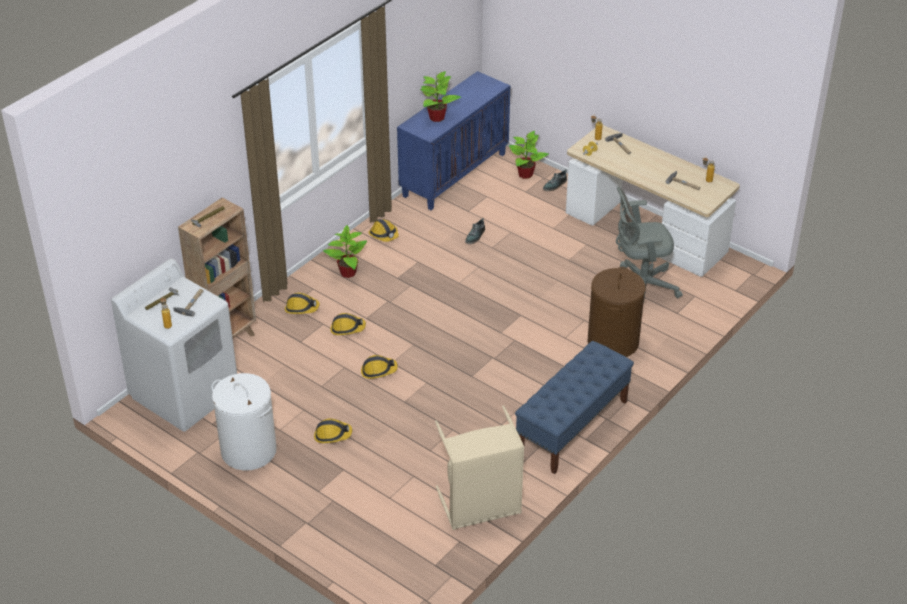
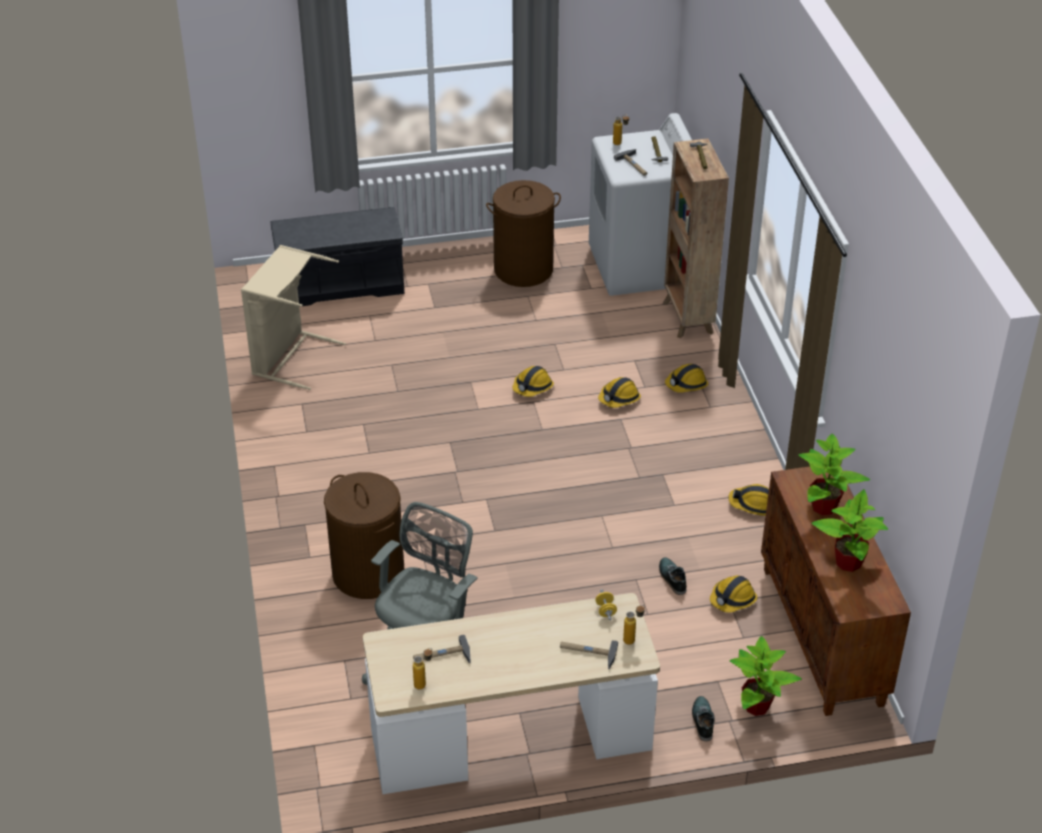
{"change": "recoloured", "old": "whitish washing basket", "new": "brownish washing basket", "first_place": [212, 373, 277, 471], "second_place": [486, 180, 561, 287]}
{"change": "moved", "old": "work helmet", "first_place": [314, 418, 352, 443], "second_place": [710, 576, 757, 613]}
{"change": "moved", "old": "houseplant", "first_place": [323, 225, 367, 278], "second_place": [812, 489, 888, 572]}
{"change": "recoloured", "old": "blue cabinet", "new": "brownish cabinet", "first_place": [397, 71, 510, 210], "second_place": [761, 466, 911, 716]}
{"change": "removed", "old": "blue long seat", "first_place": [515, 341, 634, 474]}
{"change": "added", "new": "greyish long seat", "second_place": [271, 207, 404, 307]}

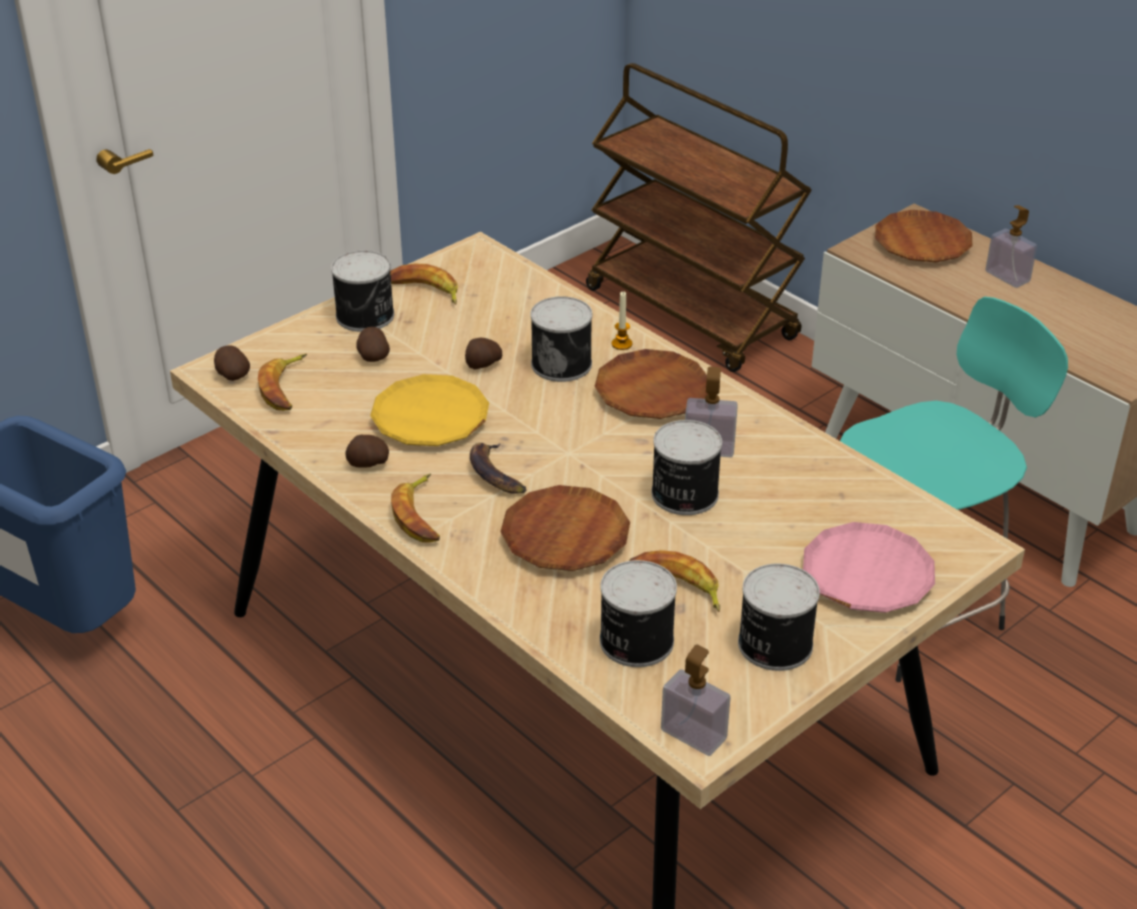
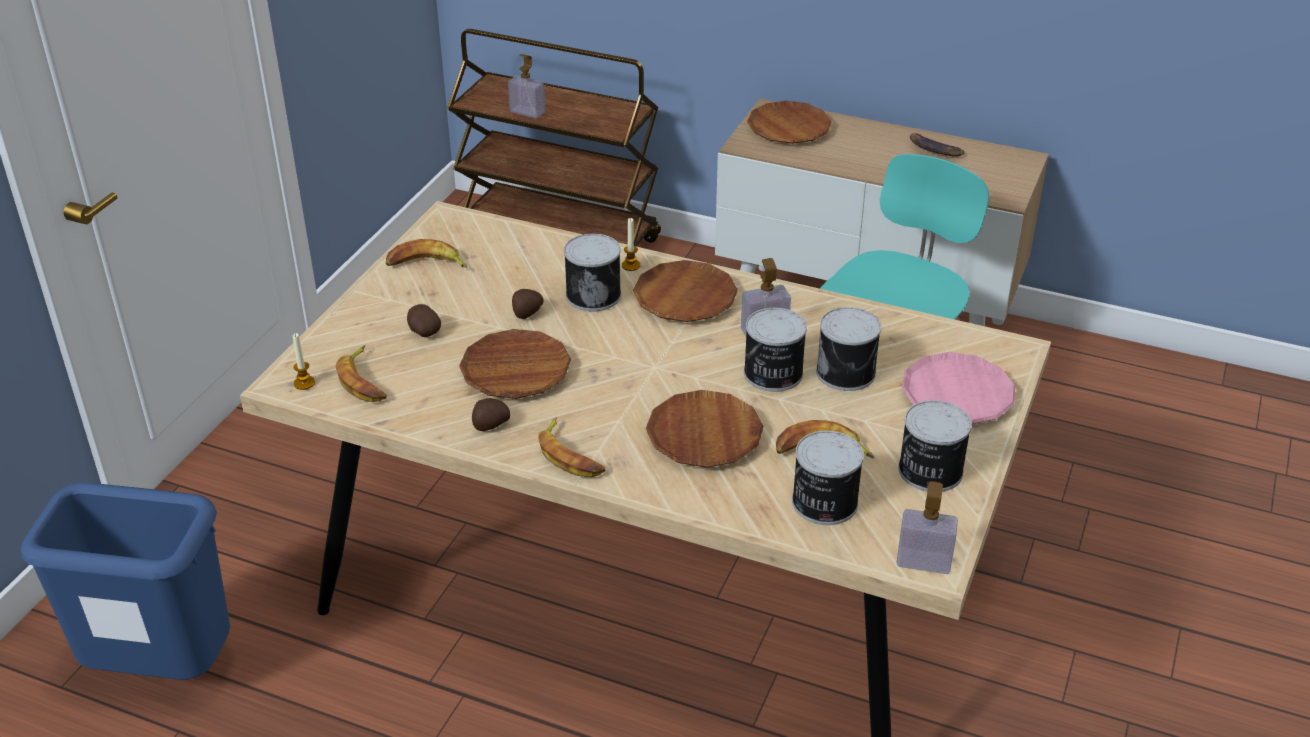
{"change": "replaced", "old": "potato", "new": "wax light", "first_place": [214, 345, 250, 381], "second_place": [293, 333, 315, 390]}
{"change": "moved", "old": "can", "first_place": [331, 250, 394, 332], "second_place": [816, 307, 881, 391]}
{"change": "recoloured", "old": "yellow dinner plate", "new": "brownish dinner plate", "first_place": [370, 374, 489, 446], "second_place": [459, 329, 571, 399]}
{"change": "moved", "old": "whole banana", "first_place": [470, 443, 526, 494], "second_place": [910, 133, 965, 157]}
{"change": "moved", "old": "soap dispenser", "first_place": [986, 205, 1037, 288], "second_place": [508, 54, 545, 118]}

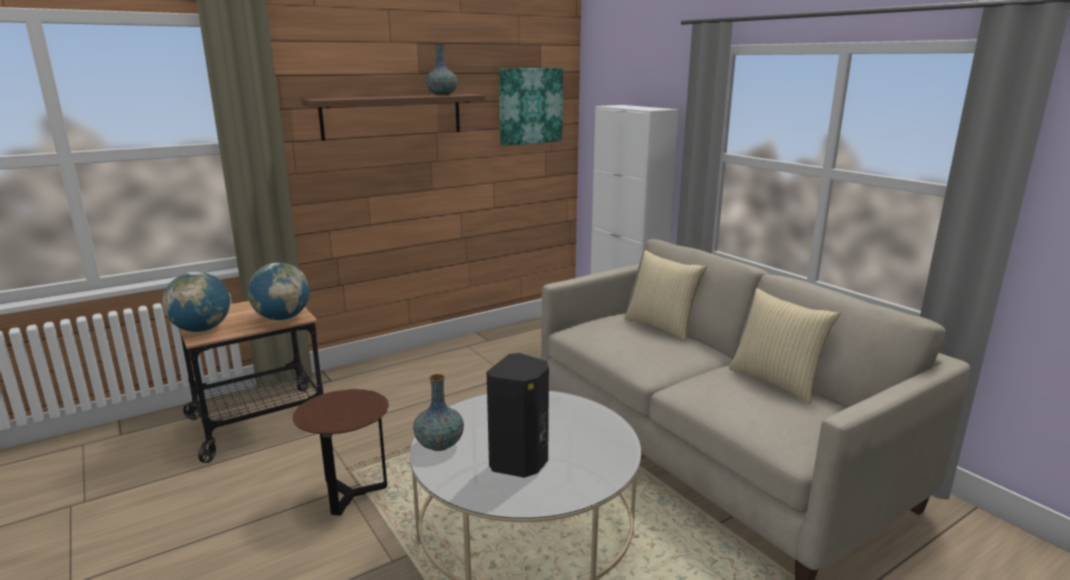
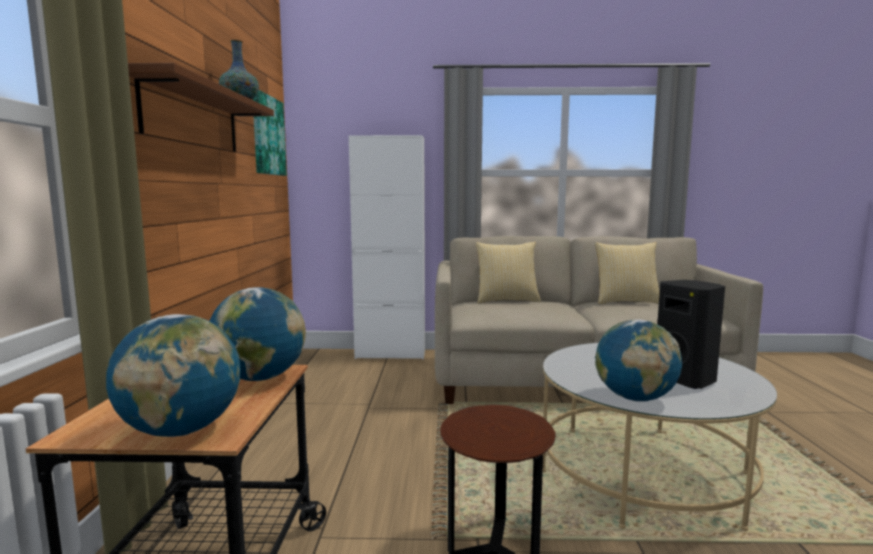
{"change": "replaced", "old": "decorative vase", "new": "globe", "first_place": [413, 374, 464, 451], "second_place": [595, 319, 682, 402]}

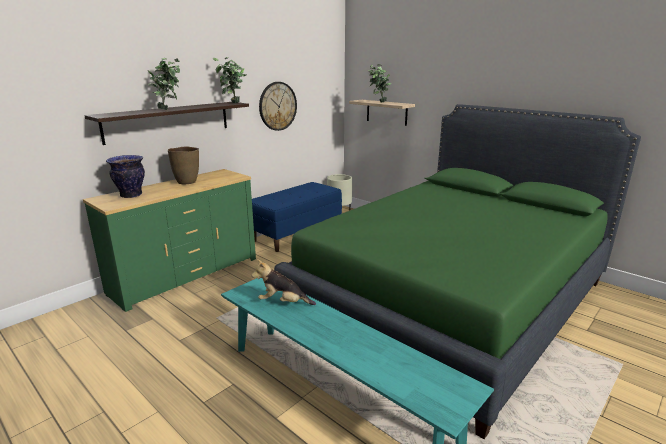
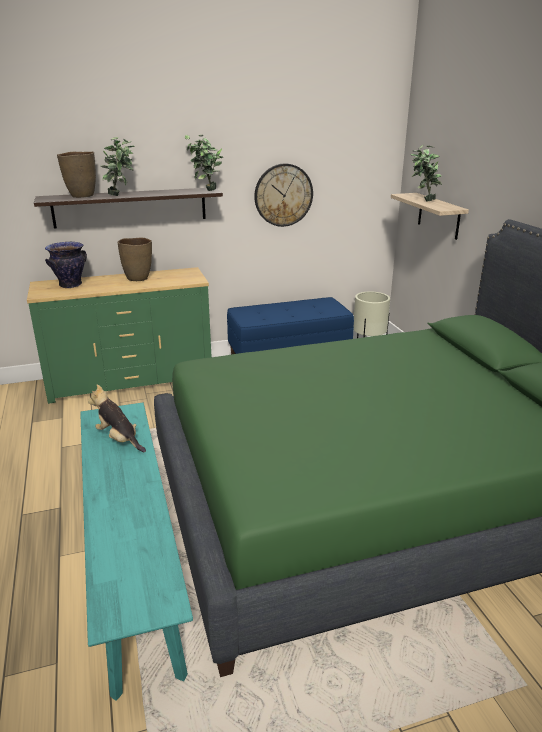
{"change": "added", "new": "brownish decorative vase", "second_place": [57, 152, 96, 198]}

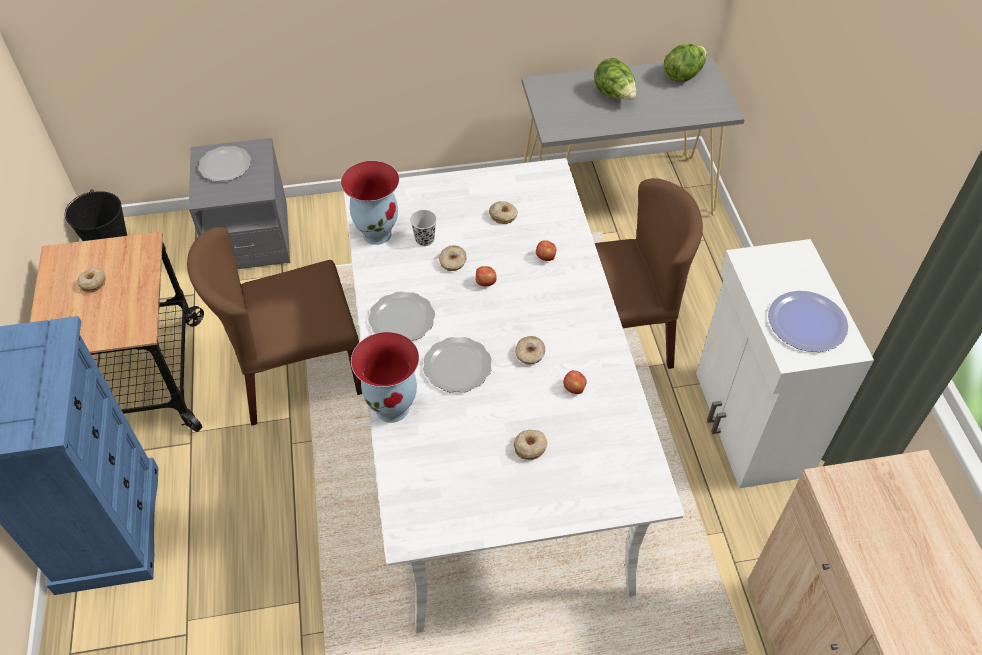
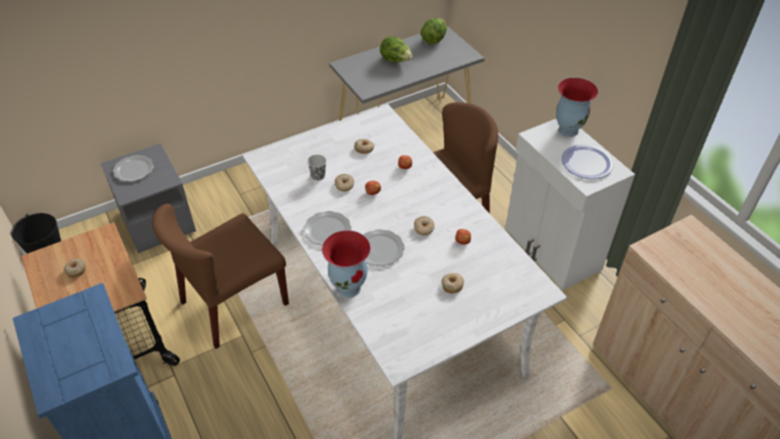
{"change": "moved", "old": "decorative vase", "first_place": [341, 161, 399, 245], "second_place": [556, 78, 598, 137]}

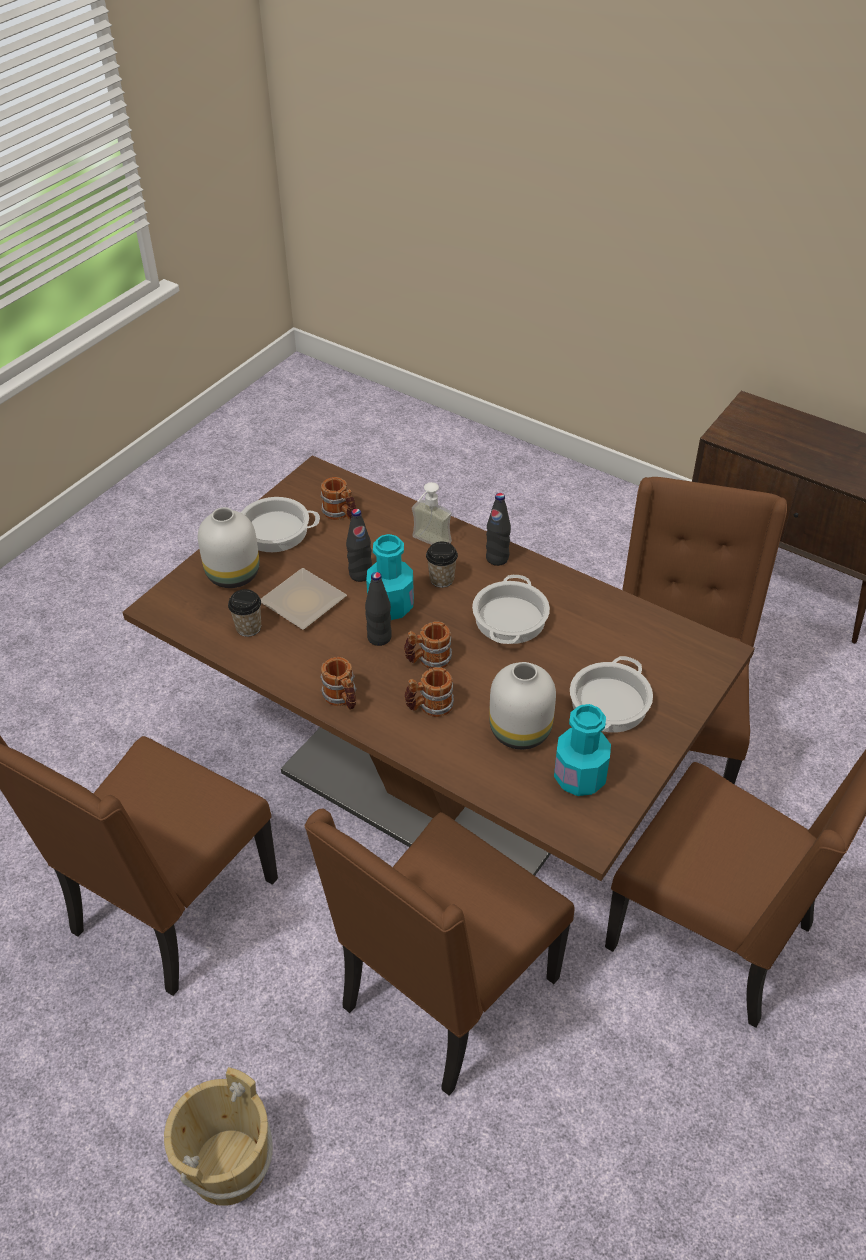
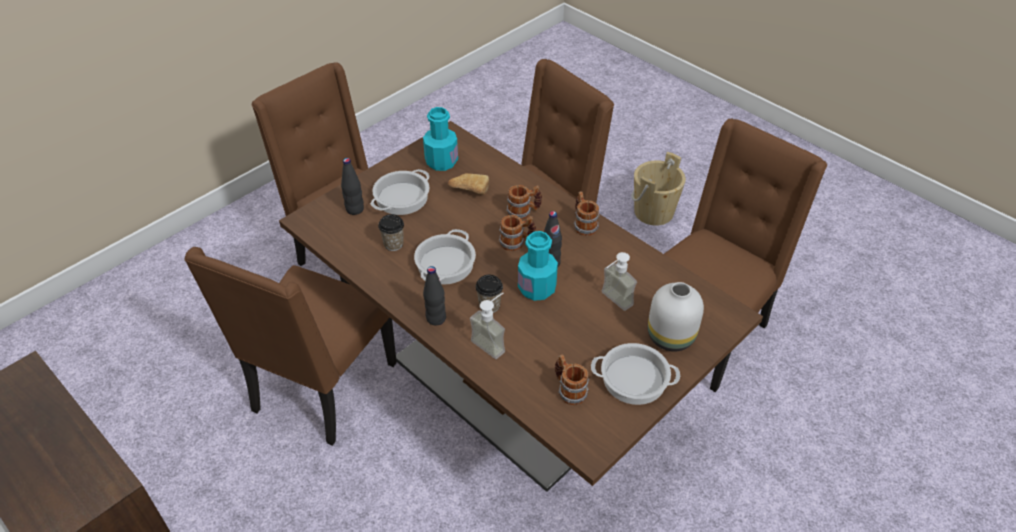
{"change": "moved", "old": "small cup", "first_place": [228, 589, 261, 637], "second_place": [378, 214, 404, 251]}
{"change": "replaced", "old": "dinner plate", "new": "soap dispenser", "first_place": [261, 568, 347, 630], "second_place": [602, 252, 637, 311]}
{"change": "moved", "old": "black-coloured drink bottle", "first_place": [346, 509, 372, 582], "second_place": [341, 158, 364, 215]}
{"change": "replaced", "old": "whitish decorative vase", "new": "bread", "first_place": [489, 662, 556, 750], "second_place": [448, 173, 490, 195]}

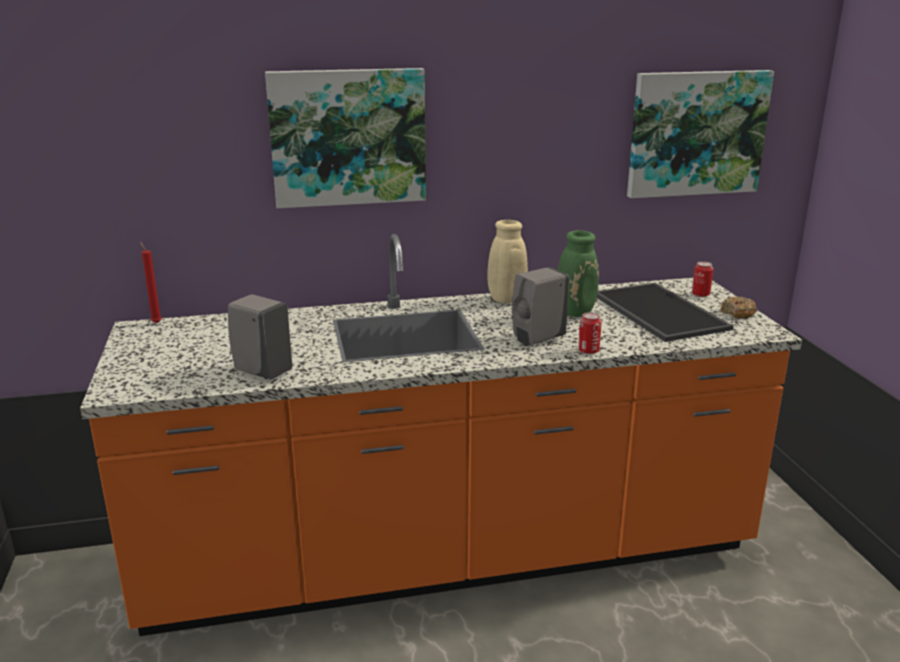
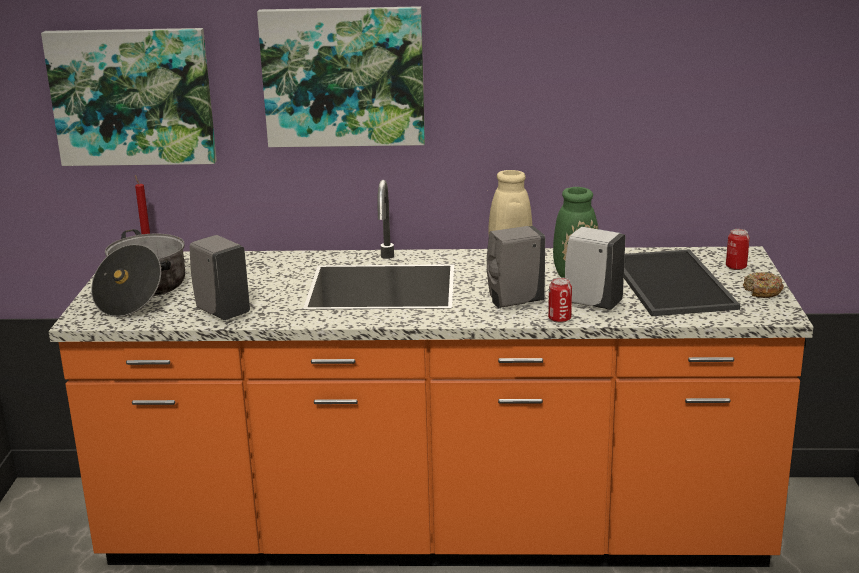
{"change": "moved", "old": "wall art", "first_place": [627, 70, 774, 198], "second_place": [41, 28, 217, 166]}
{"change": "added", "new": "cooking pot", "second_place": [91, 229, 185, 317]}
{"change": "added", "new": "whitish soap dispenser", "second_place": [565, 227, 625, 310]}

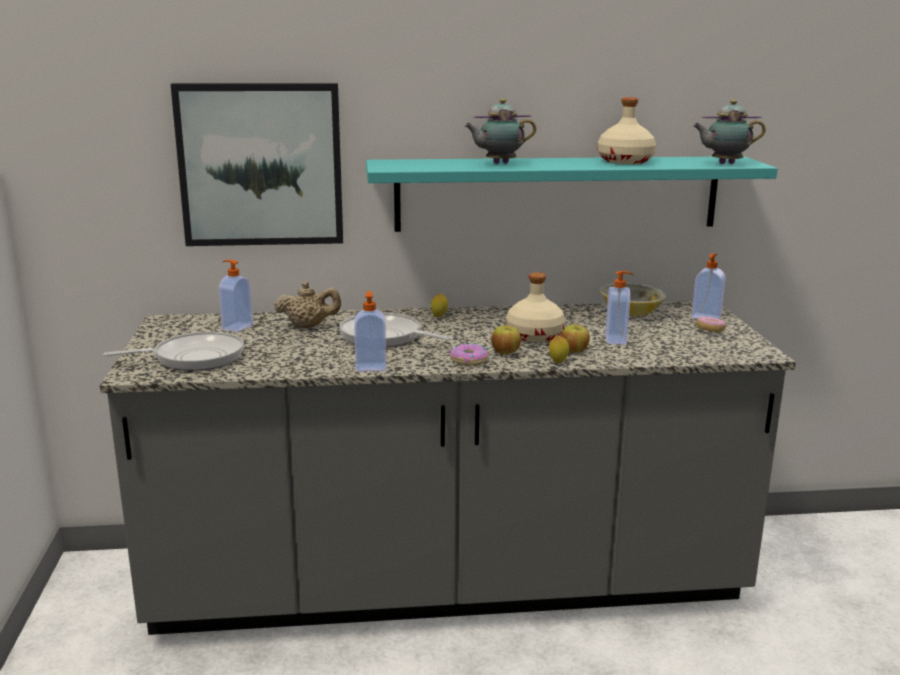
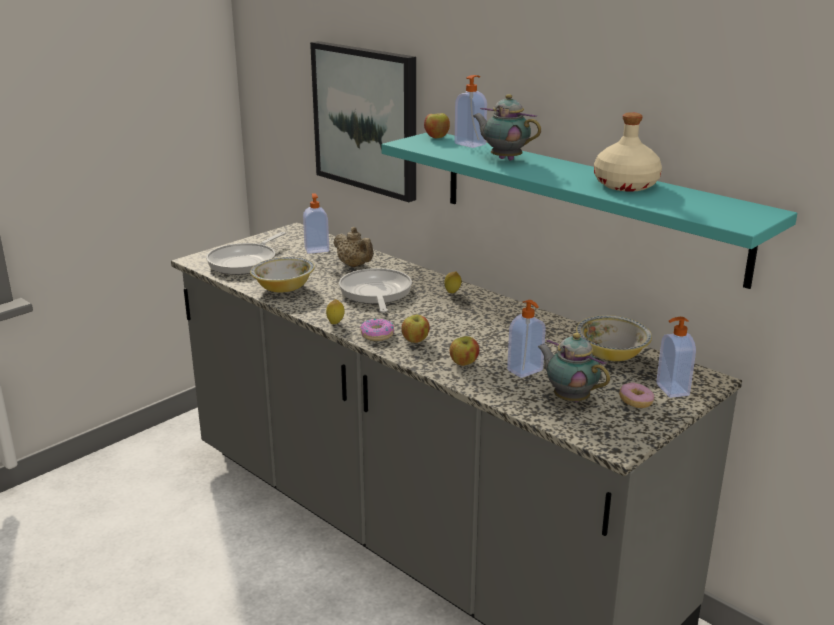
{"change": "turned", "old": "pan", "first_place": [103, 332, 244, 371], "second_place": [206, 232, 286, 275], "degrees": 90}
{"change": "moved", "old": "soap dispenser", "first_place": [354, 291, 386, 372], "second_place": [455, 75, 487, 148]}
{"change": "removed", "old": "sand-coloured drink bottle", "first_place": [506, 272, 566, 342]}
{"change": "moved", "old": "lemon", "first_place": [549, 335, 569, 363], "second_place": [326, 299, 345, 324]}
{"change": "moved", "old": "pot for tea", "first_place": [693, 100, 766, 164], "second_place": [537, 333, 610, 402]}
{"change": "added", "new": "deep dish", "second_place": [250, 257, 315, 292]}
{"change": "added", "new": "apple fruit", "second_place": [424, 113, 450, 138]}

